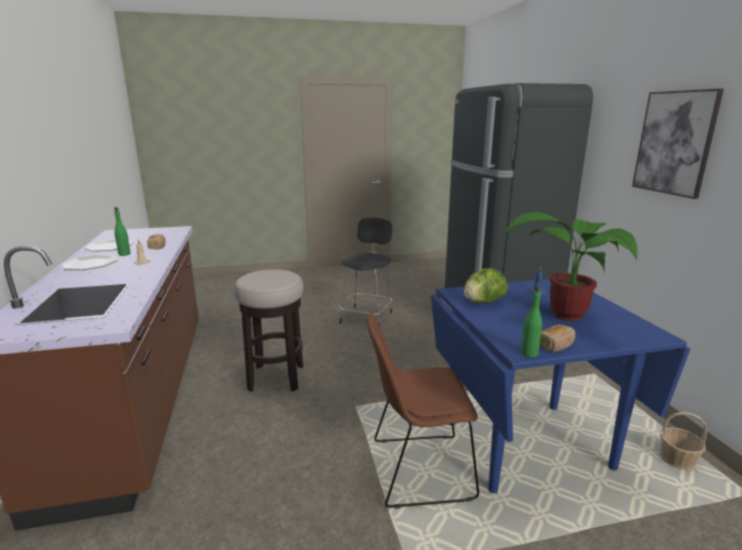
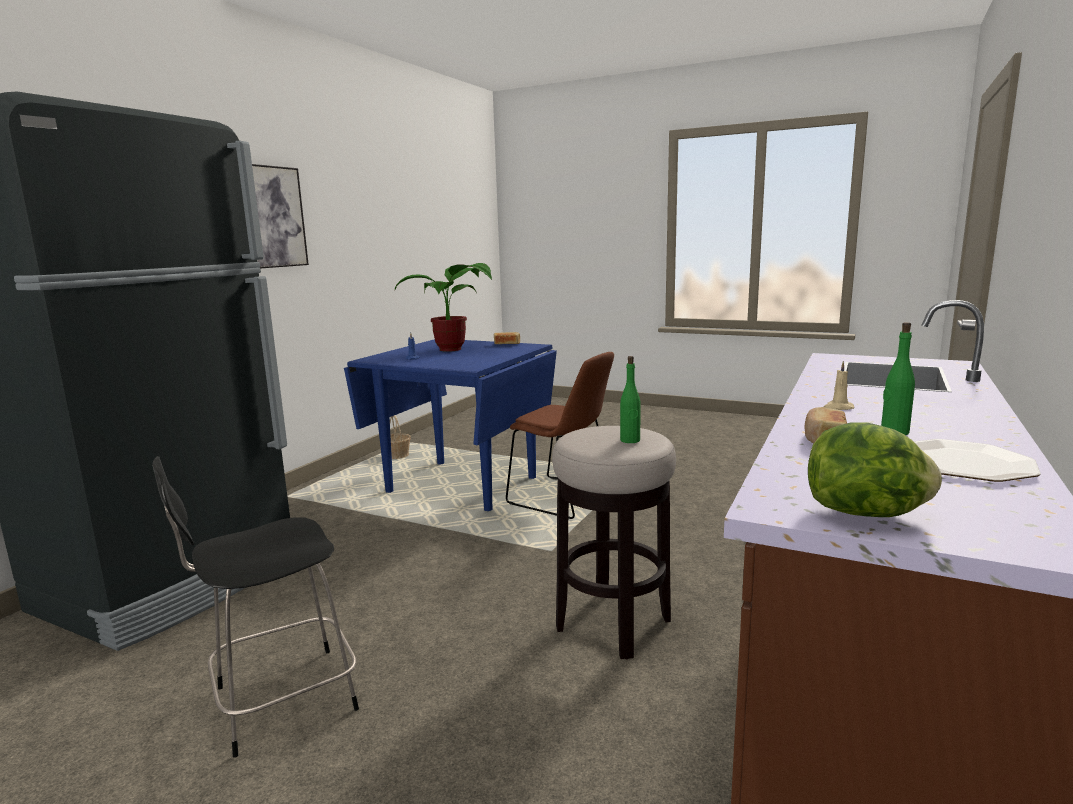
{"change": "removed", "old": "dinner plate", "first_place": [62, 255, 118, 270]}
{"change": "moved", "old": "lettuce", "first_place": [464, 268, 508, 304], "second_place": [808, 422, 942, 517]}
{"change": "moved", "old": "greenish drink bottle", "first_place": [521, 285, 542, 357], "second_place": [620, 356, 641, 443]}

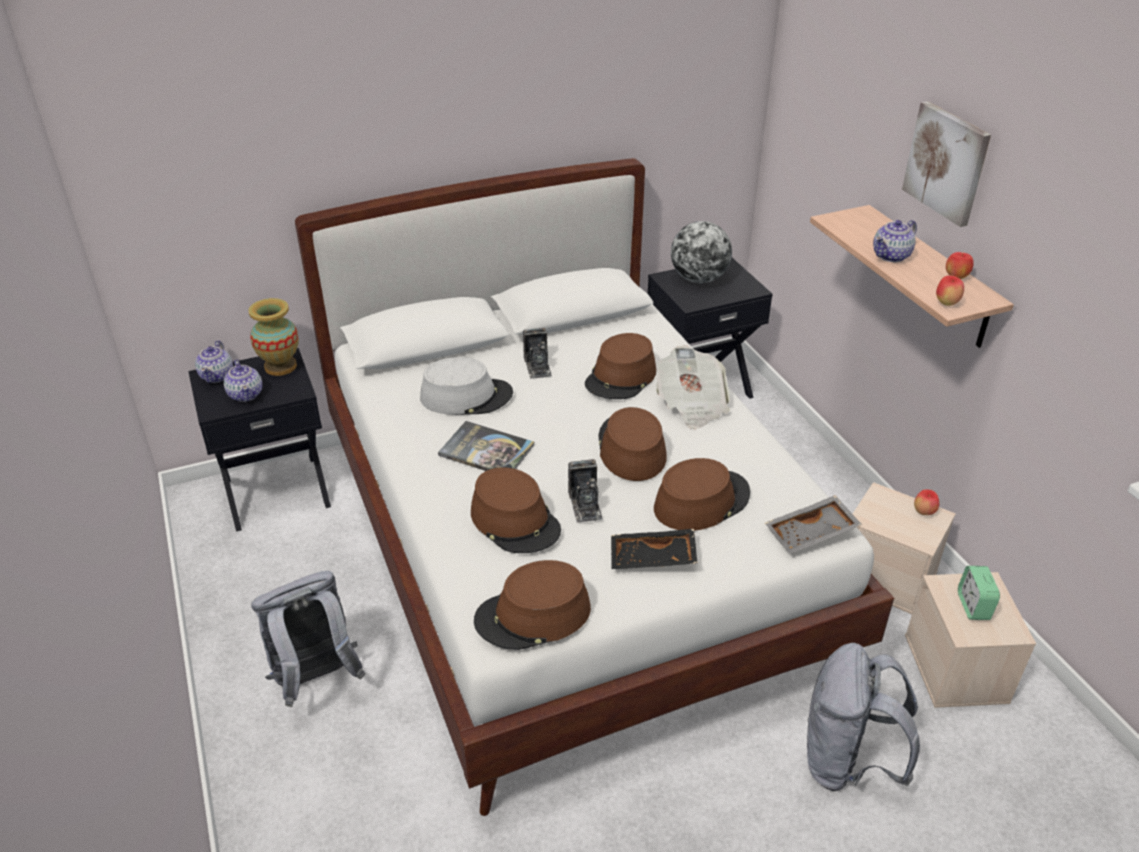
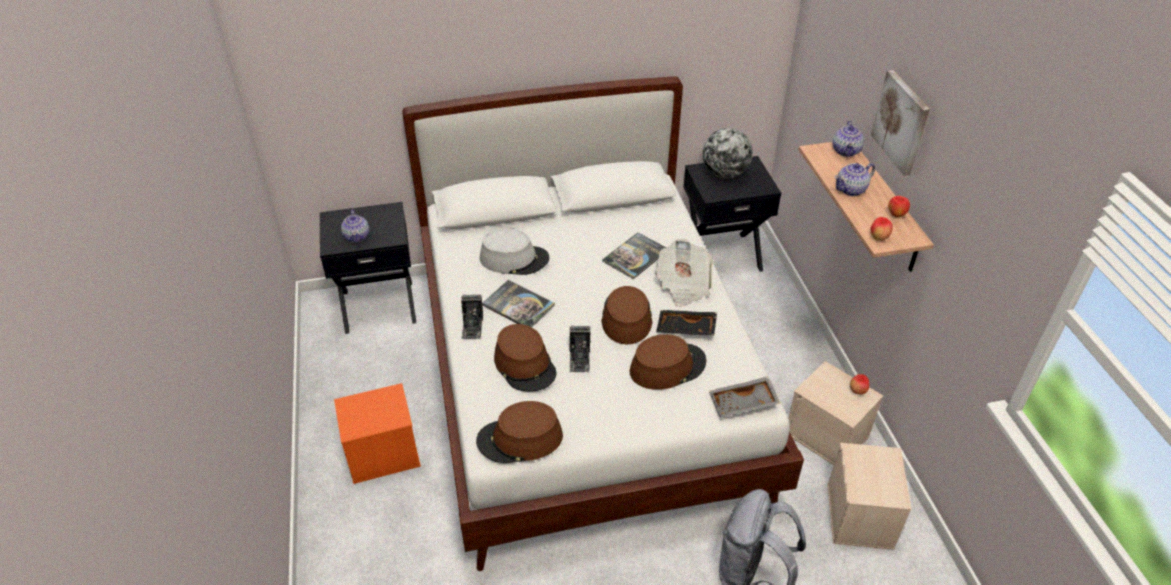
{"change": "moved", "old": "pot for tea", "first_place": [195, 340, 233, 383], "second_place": [832, 121, 864, 157]}
{"change": "removed", "old": "decorative vase", "first_place": [249, 298, 299, 376]}
{"change": "replaced", "old": "greyish backpack", "new": "orange storage container", "first_place": [251, 571, 366, 707], "second_place": [334, 383, 421, 484]}
{"change": "moved", "old": "still camera", "first_place": [523, 328, 552, 379], "second_place": [461, 295, 483, 339]}
{"change": "replaced", "old": "brownish hat", "new": "bound book", "first_place": [585, 333, 656, 399], "second_place": [602, 232, 666, 279]}
{"change": "moved", "old": "black-coloured tray", "first_place": [611, 529, 697, 569], "second_place": [656, 310, 717, 335]}
{"change": "removed", "old": "bedside clock", "first_place": [958, 566, 1000, 620]}

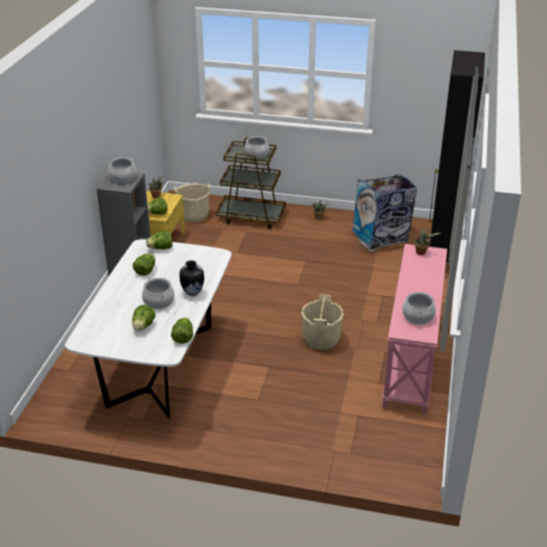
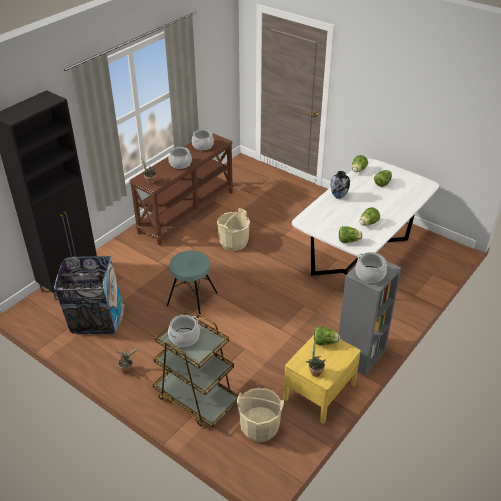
{"change": "moved", "old": "cooking pot", "first_place": [142, 278, 175, 309], "second_place": [169, 147, 192, 169]}
{"change": "recoloured", "old": "pink hall table", "new": "brownish hall table", "first_place": [382, 244, 447, 415], "second_place": [129, 133, 234, 246]}
{"change": "added", "new": "turquoise stool", "second_place": [167, 251, 218, 317]}

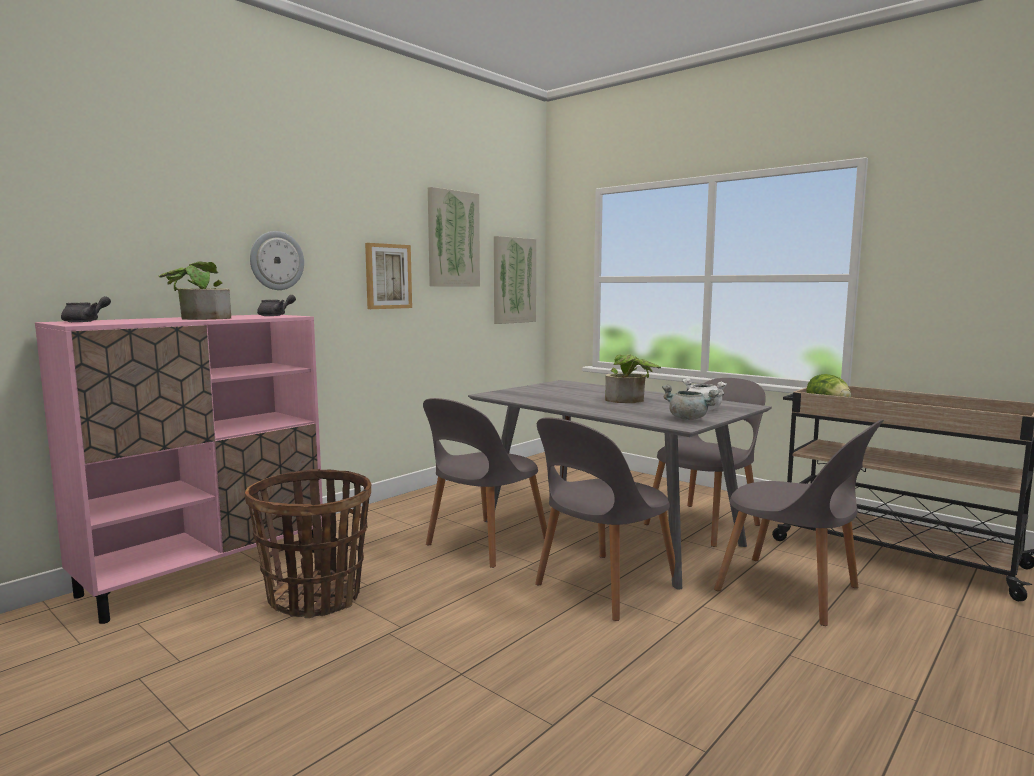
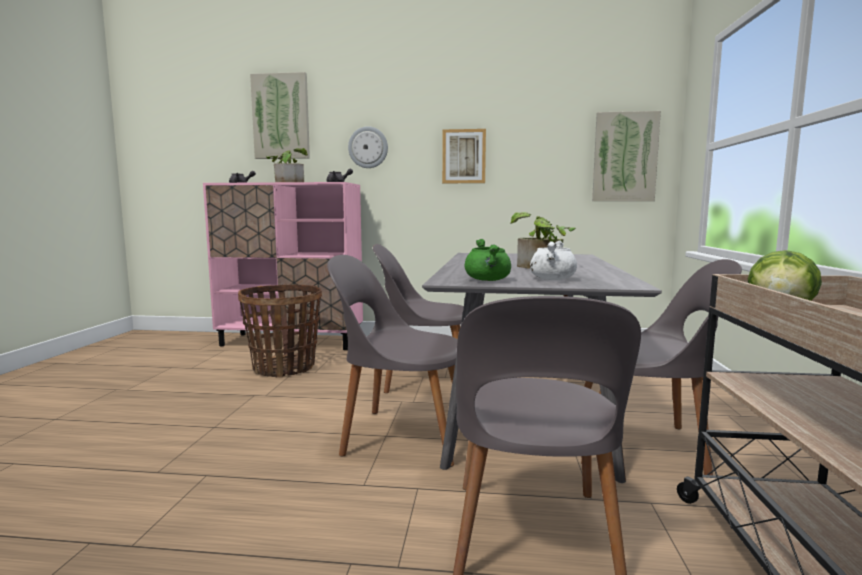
{"change": "moved", "old": "wall art", "first_place": [428, 187, 480, 286], "second_place": [250, 72, 310, 159]}
{"change": "recoloured", "old": "greyish cooking pot", "new": "greenish cooking pot", "first_place": [662, 385, 719, 420], "second_place": [465, 239, 511, 281]}

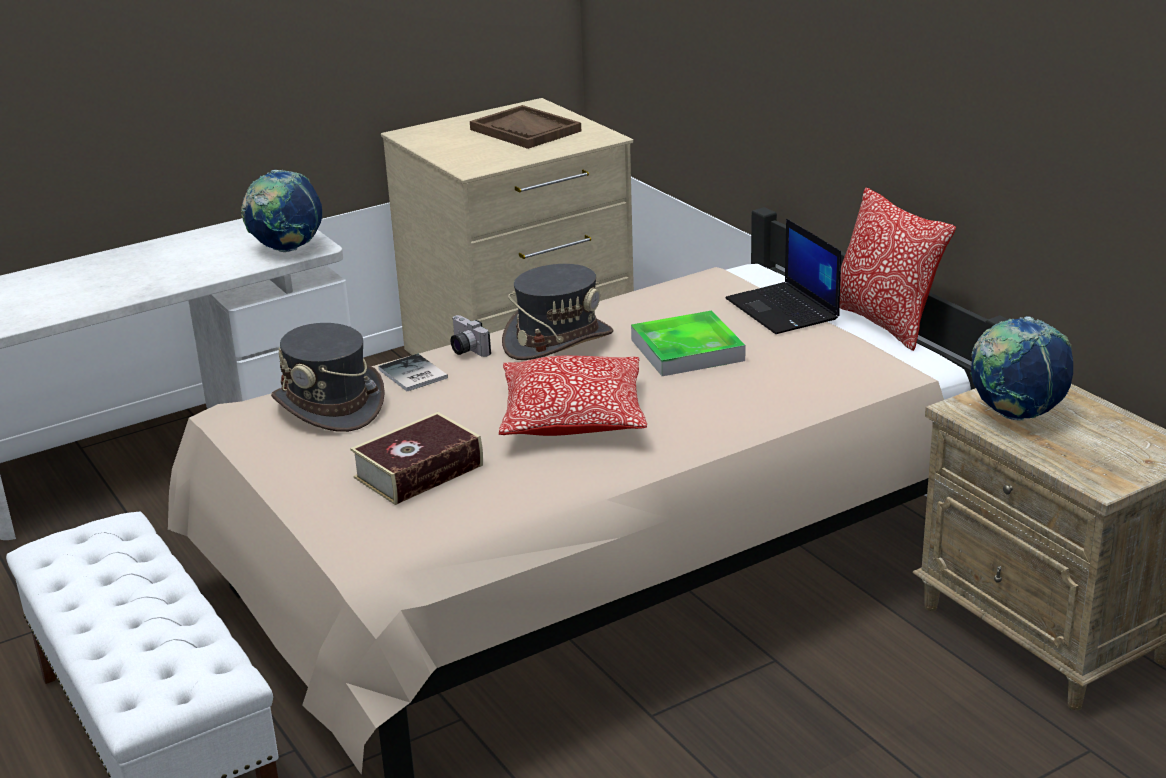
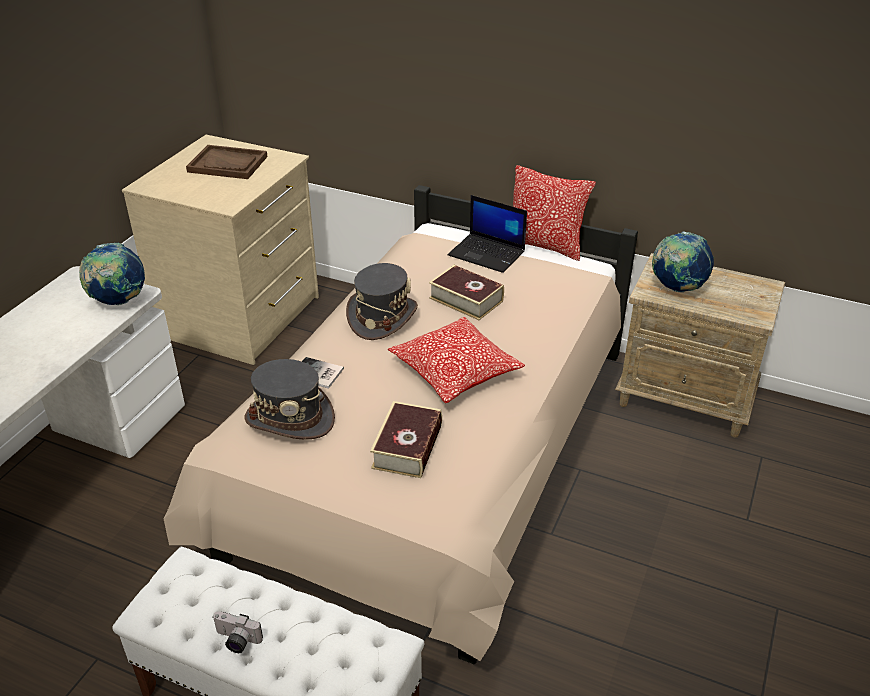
{"change": "moved", "old": "still camera", "first_place": [450, 315, 491, 357], "second_place": [212, 611, 263, 653]}
{"change": "replaced", "old": "tray", "new": "bound book", "first_place": [631, 311, 745, 376], "second_place": [429, 265, 504, 320]}

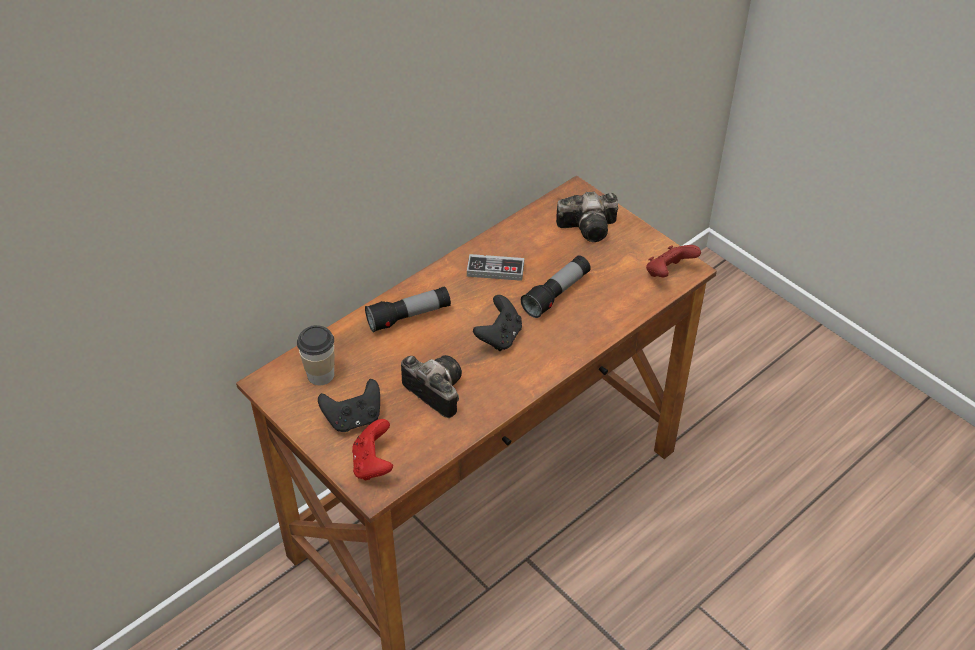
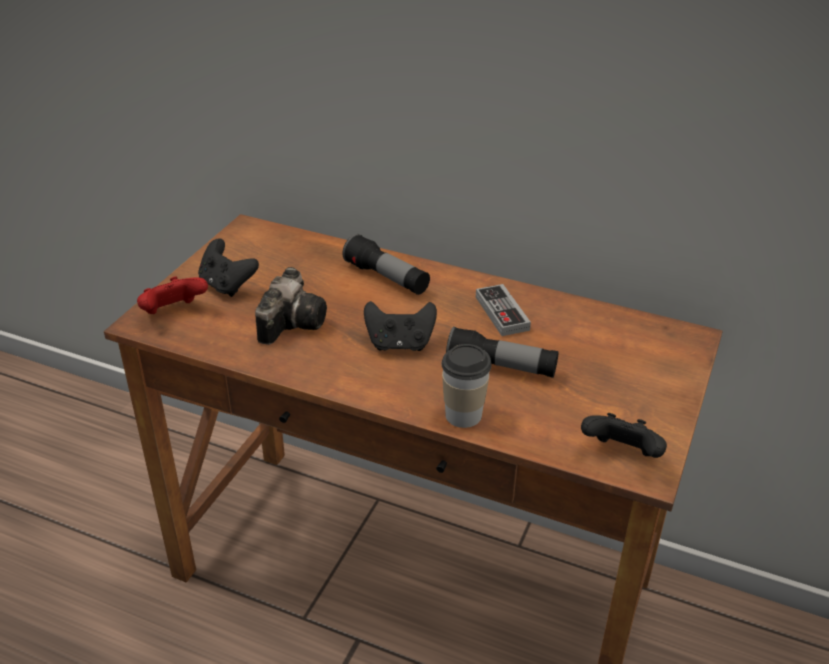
{"change": "moved", "old": "small cup", "first_place": [297, 325, 334, 385], "second_place": [441, 344, 491, 428]}
{"change": "removed", "old": "still camera", "first_place": [556, 191, 618, 242]}
{"change": "recoloured", "old": "red-coloured gamepad", "new": "black-coloured gamepad", "first_place": [646, 245, 701, 277], "second_place": [581, 413, 667, 458]}

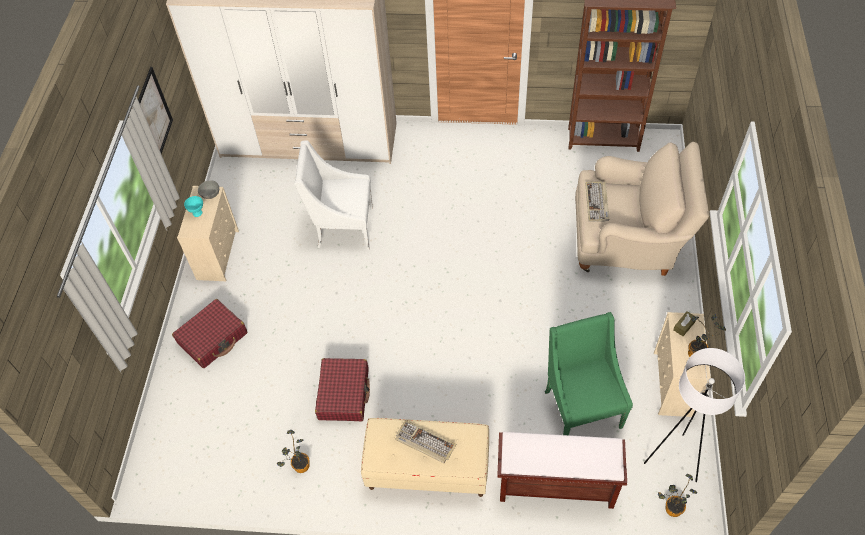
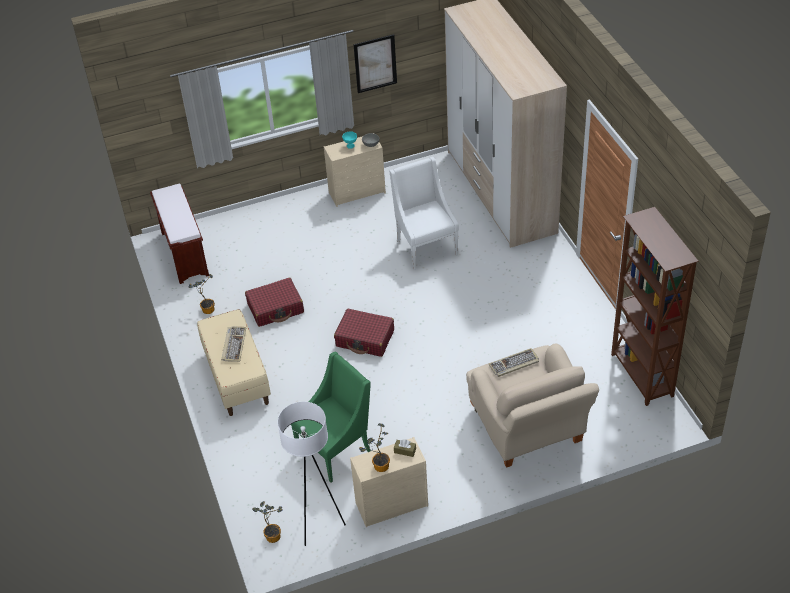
{"change": "moved", "old": "red-coloured piece of luggage", "first_place": [172, 299, 247, 368], "second_place": [334, 308, 394, 357]}
{"change": "moved", "old": "brownish long seat", "first_place": [497, 432, 627, 509], "second_place": [150, 184, 209, 284]}

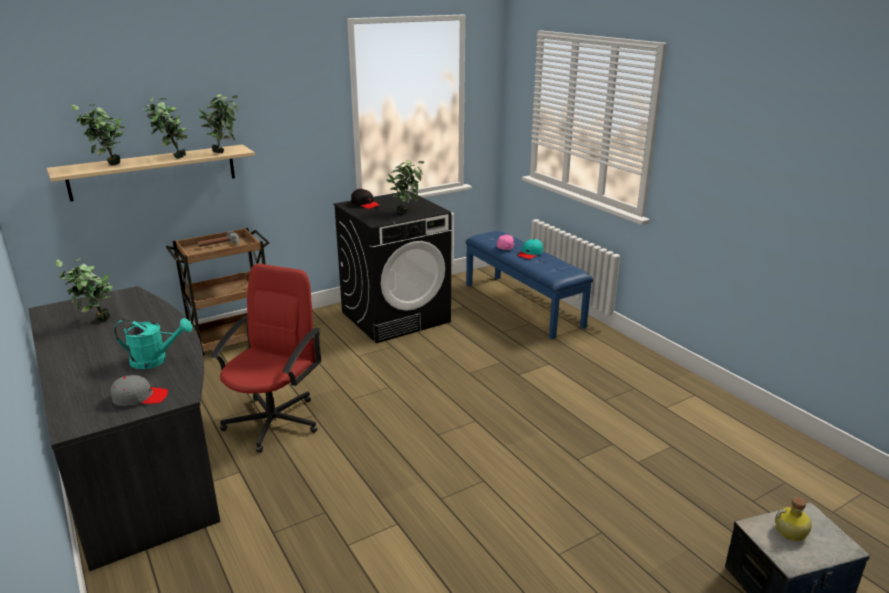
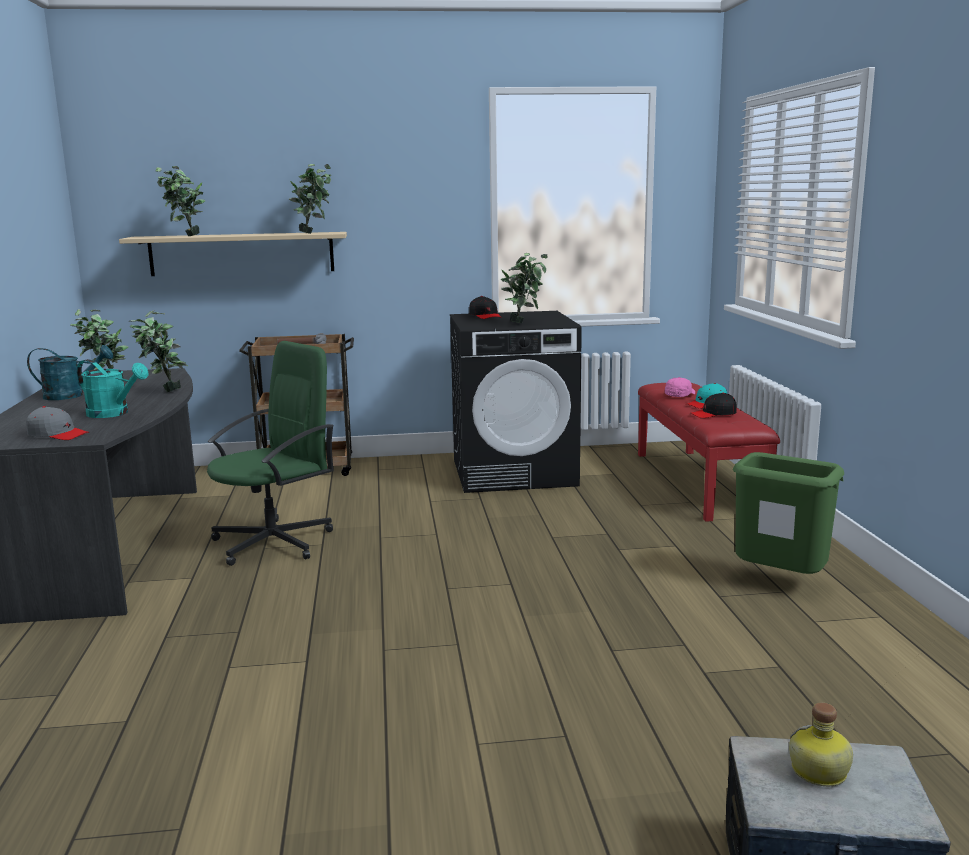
{"change": "moved", "old": "houseplant", "first_place": [143, 97, 188, 159], "second_place": [128, 310, 188, 392]}
{"change": "recoloured", "old": "red-coloured computer chair", "new": "greenish computer chair", "first_place": [211, 263, 321, 453], "second_place": [207, 341, 334, 566]}
{"change": "recoloured", "old": "blue long seat", "new": "red-coloured long seat", "first_place": [466, 231, 593, 339], "second_place": [638, 383, 780, 522]}
{"change": "added", "new": "turquoise watering can", "second_place": [27, 345, 113, 400]}
{"change": "added", "new": "black-coloured cap", "second_place": [691, 393, 736, 418]}
{"change": "added", "new": "greenish rubbish bin", "second_place": [733, 452, 844, 574]}

